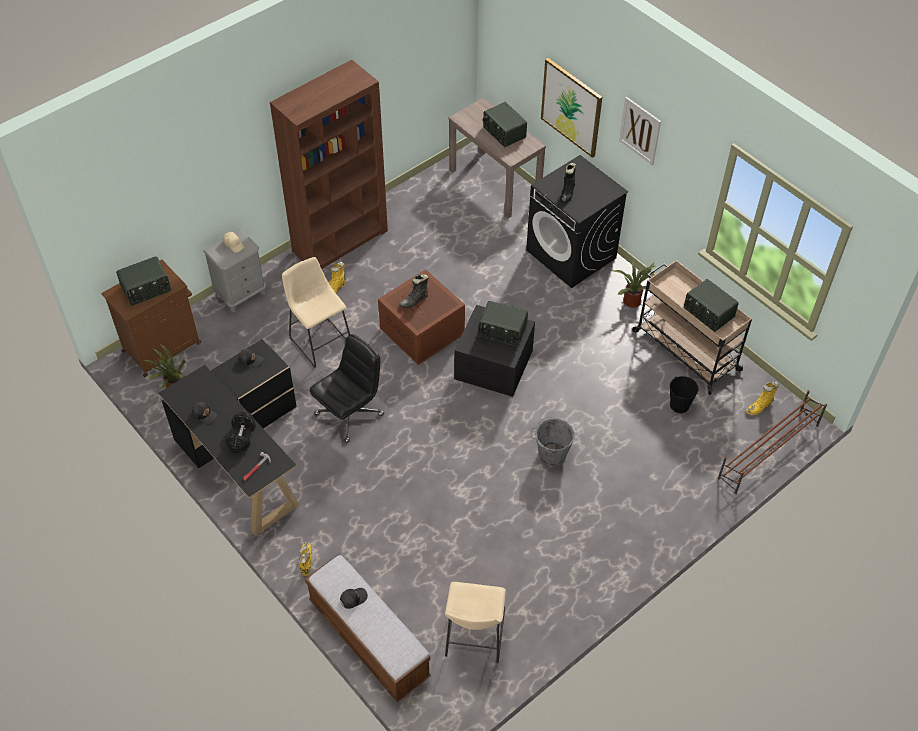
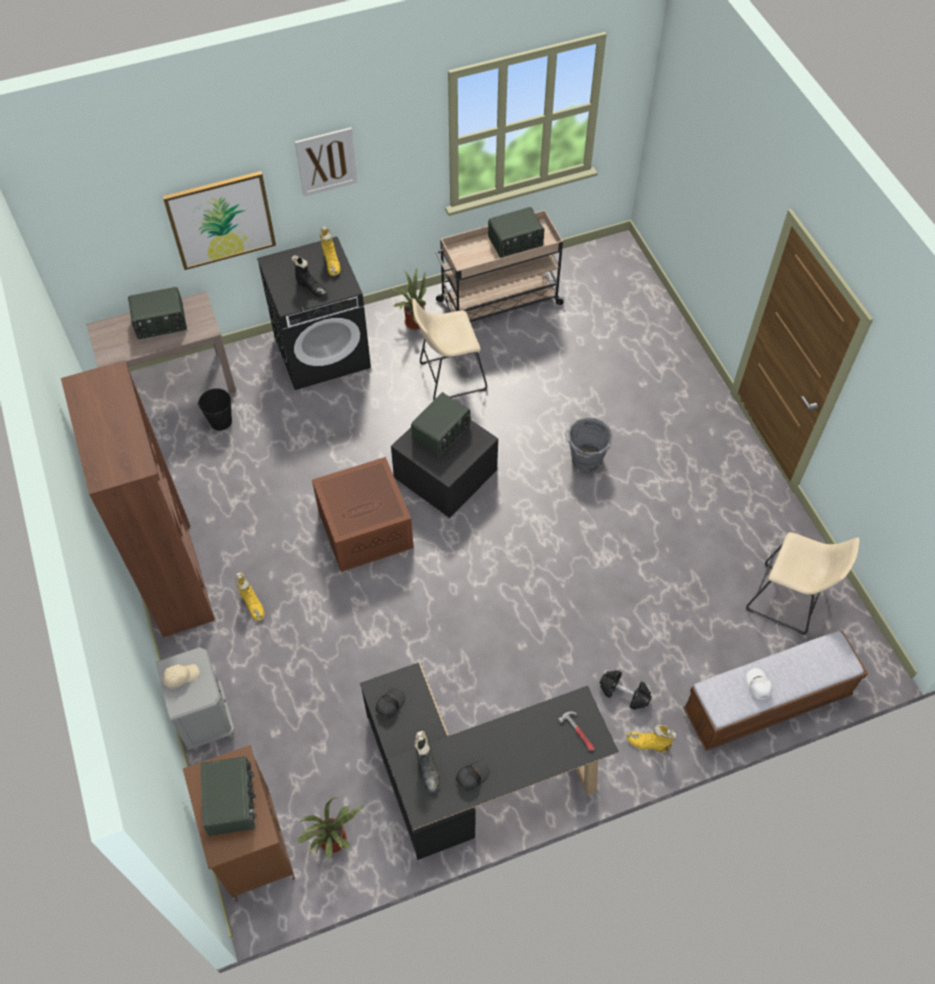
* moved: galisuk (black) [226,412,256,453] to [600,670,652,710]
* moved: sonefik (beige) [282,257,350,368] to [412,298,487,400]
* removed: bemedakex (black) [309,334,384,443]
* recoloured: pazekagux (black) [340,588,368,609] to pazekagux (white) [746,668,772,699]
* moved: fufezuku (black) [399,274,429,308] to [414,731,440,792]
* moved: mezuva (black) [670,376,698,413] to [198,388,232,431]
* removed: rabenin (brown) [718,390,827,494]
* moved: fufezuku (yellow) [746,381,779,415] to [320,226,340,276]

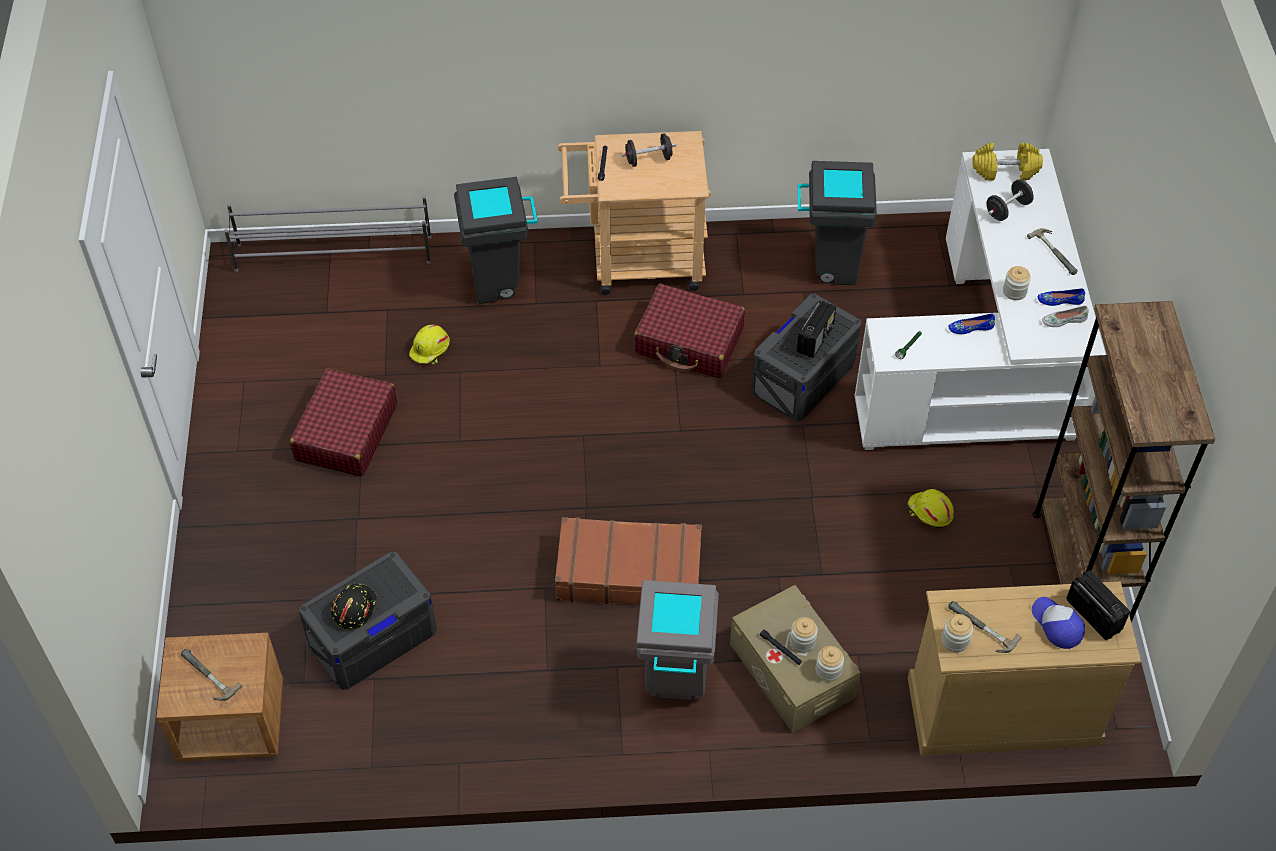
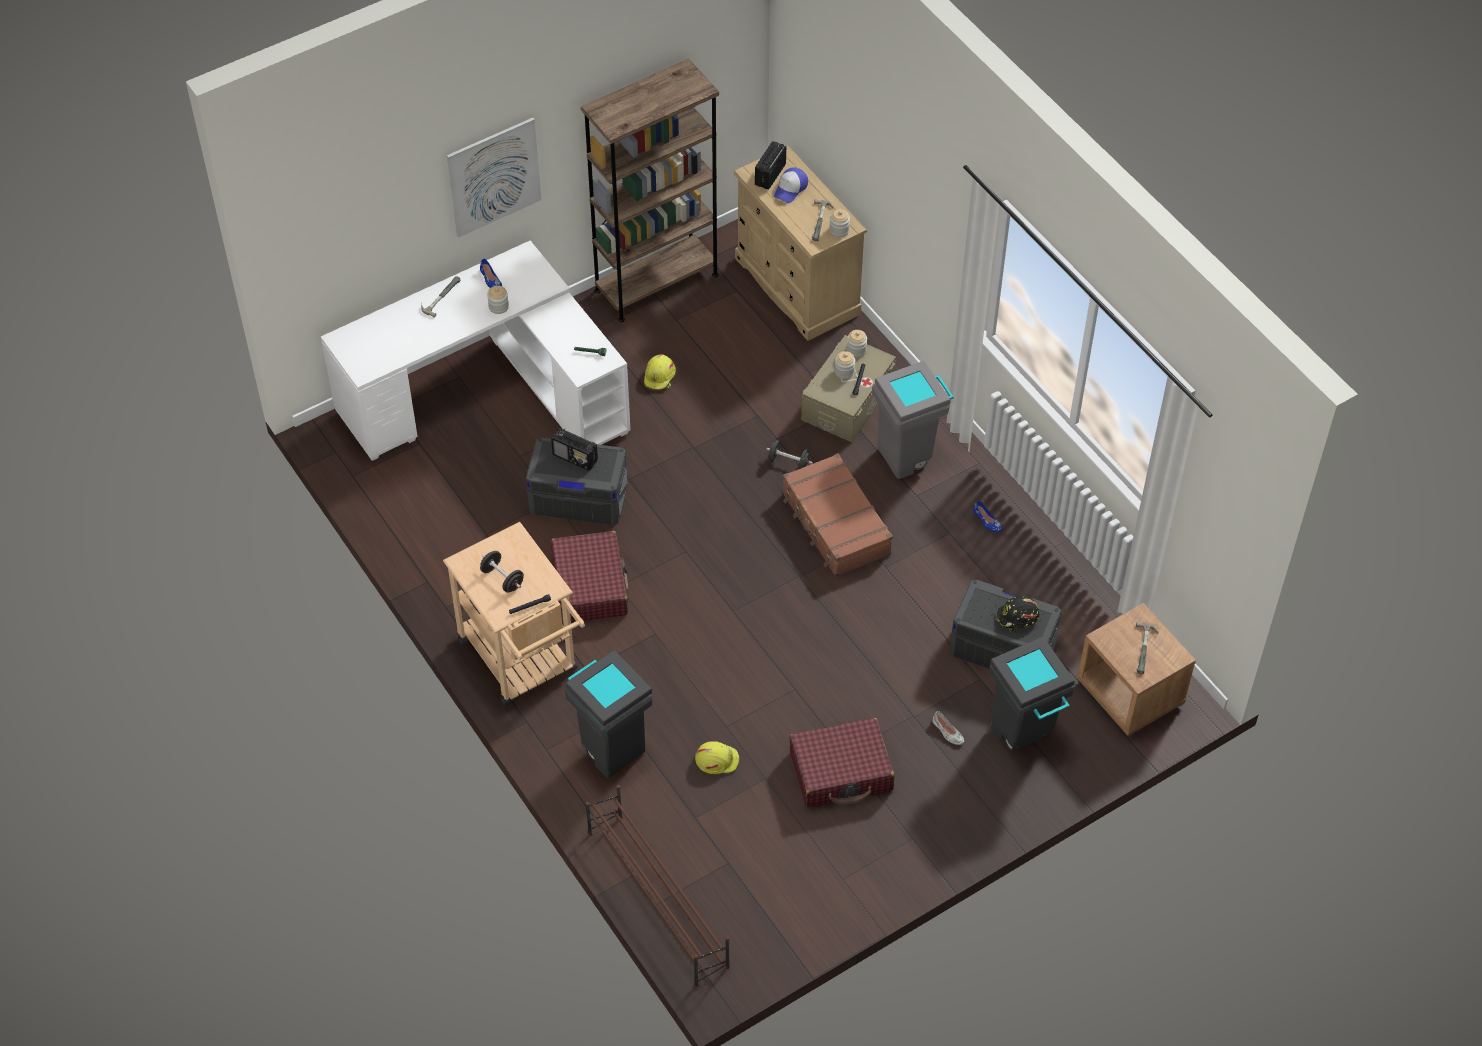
* recoloured: rabenin (grey) [224,196,431,272] to rabenin (brown) [586,785,730,987]
* turned: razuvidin [797,301,836,358] = [551,428,598,471] 150 degrees counterclockwise
* moved: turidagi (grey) [798,161,877,285] to [989,637,1075,751]
* moved: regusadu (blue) [948,314,995,334] to [973,501,1003,532]
* removed: galisuk (yellow) [972,143,1043,181]
* moved: galisuk (black) [987,179,1033,221] to [766,440,813,469]
* moved: regusadu (white) [1042,306,1088,327] to [932,711,964,745]
* added: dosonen [447,118,542,238]

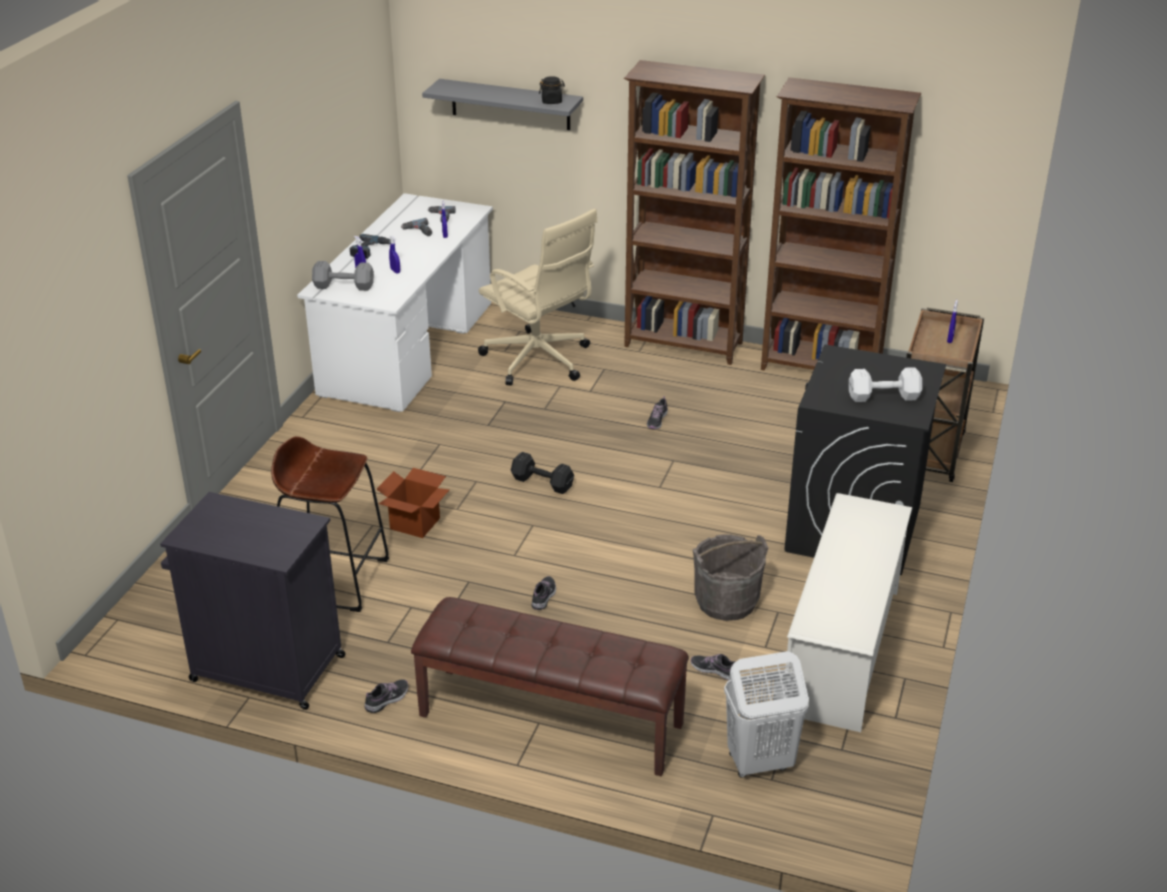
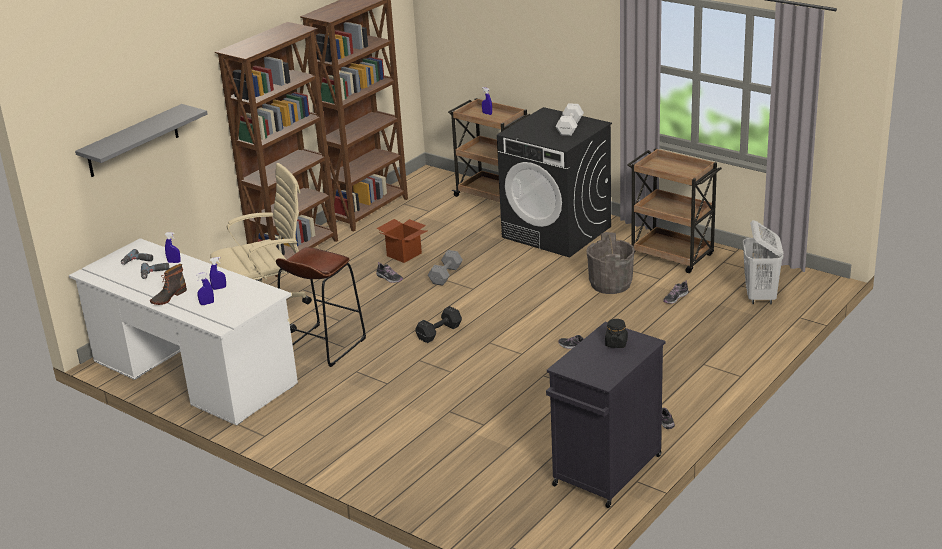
* moved: sonefik (brown) [271,436,389,612] to [276,247,366,367]
* moved: galisuk (grey) [312,261,374,291] to [428,250,463,286]
* replaced: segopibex [350,234,391,259] to fufezuku [150,264,187,305]
* moved: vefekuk [377,468,449,538] to [376,219,427,263]
* removed: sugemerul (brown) [411,597,689,776]
* moved: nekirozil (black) [539,76,565,104] to [605,319,628,348]
* replaced: rabenin (white) [785,493,912,732] to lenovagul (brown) [628,148,722,273]

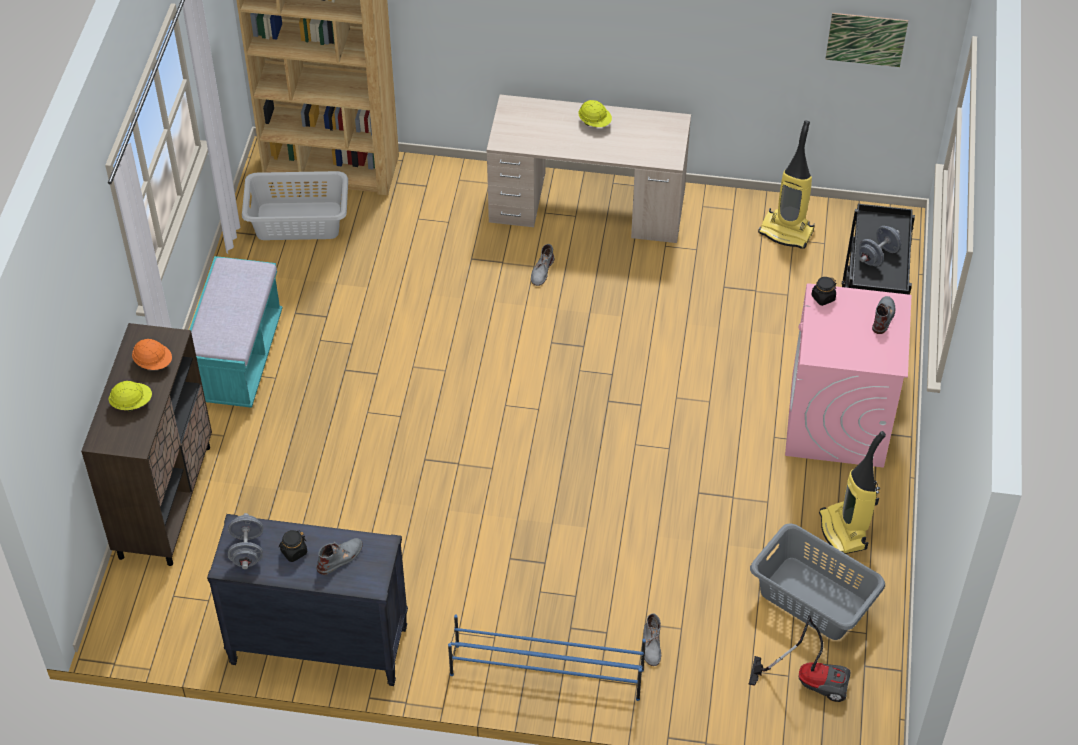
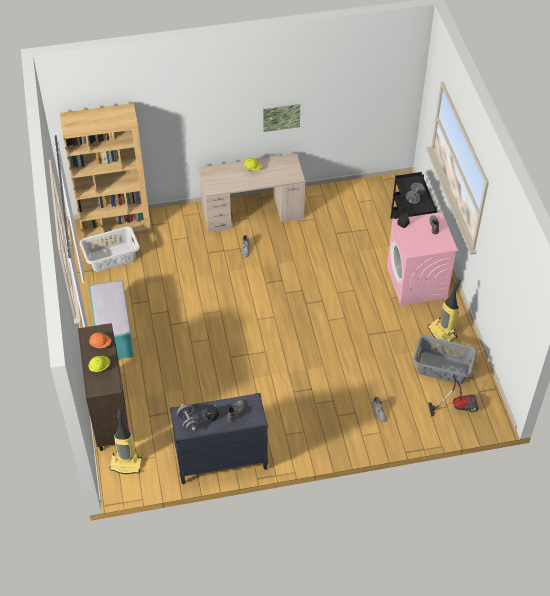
* removed: rabenin (blue) [448,615,646,701]
* moved: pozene [758,120,815,249] to [109,408,142,474]
* moved: dosonen [825,13,908,67] to [263,104,300,132]

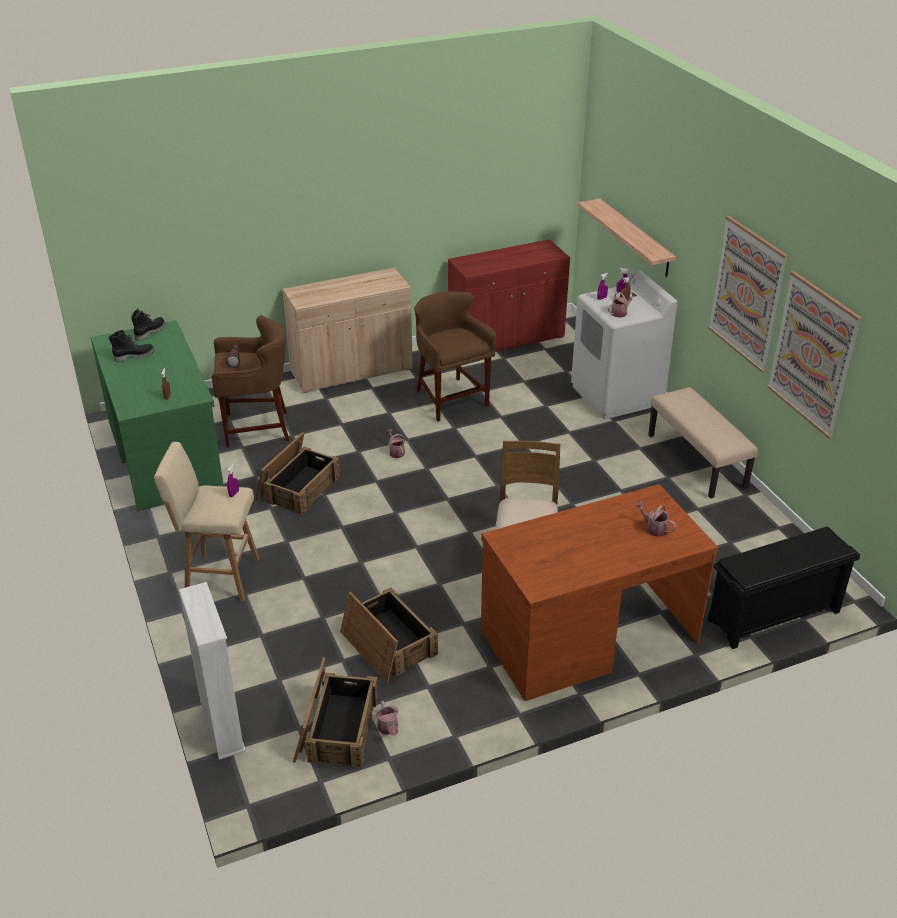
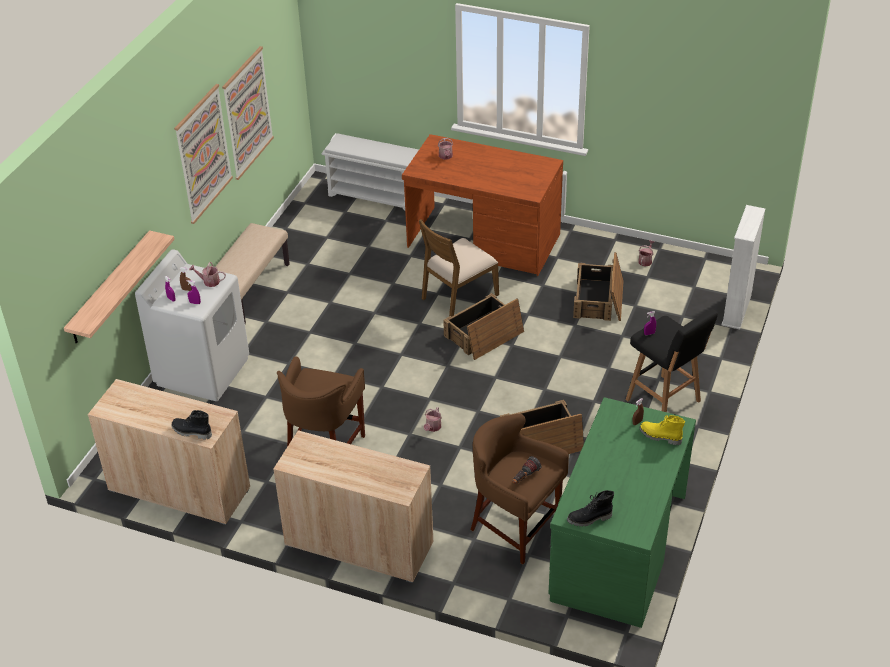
* moved: fufezuku (black) [109,330,155,362] to [172,410,212,440]
* recoloured: sonefik (beige) [154,442,259,601] to sonefik (black) [626,309,718,412]
* moved: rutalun [293,657,378,768] to [443,293,524,360]
* recoloured: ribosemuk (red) [448,239,570,352] to ribosemuk (beige) [88,379,250,525]
* recoloured: rabenin (black) [708,526,860,649] to rabenin (white) [321,133,419,210]
* added: fufezuku (yellow) [639,415,685,445]

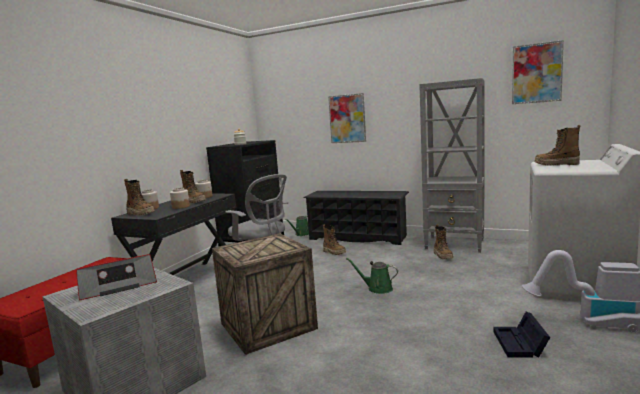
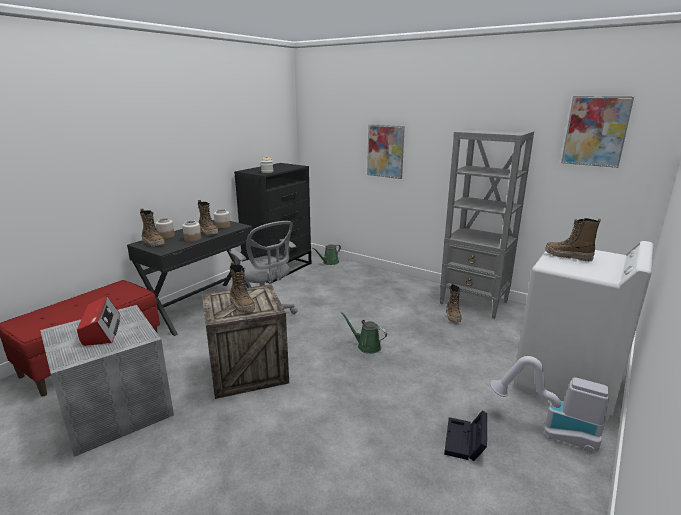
* turned: razuvidin [76,254,157,300] = [77,296,120,346] 90 degrees counterclockwise
* removed: rabenin (black) [303,191,409,245]
* moved: fufezuku [323,224,346,255] to [230,262,255,313]

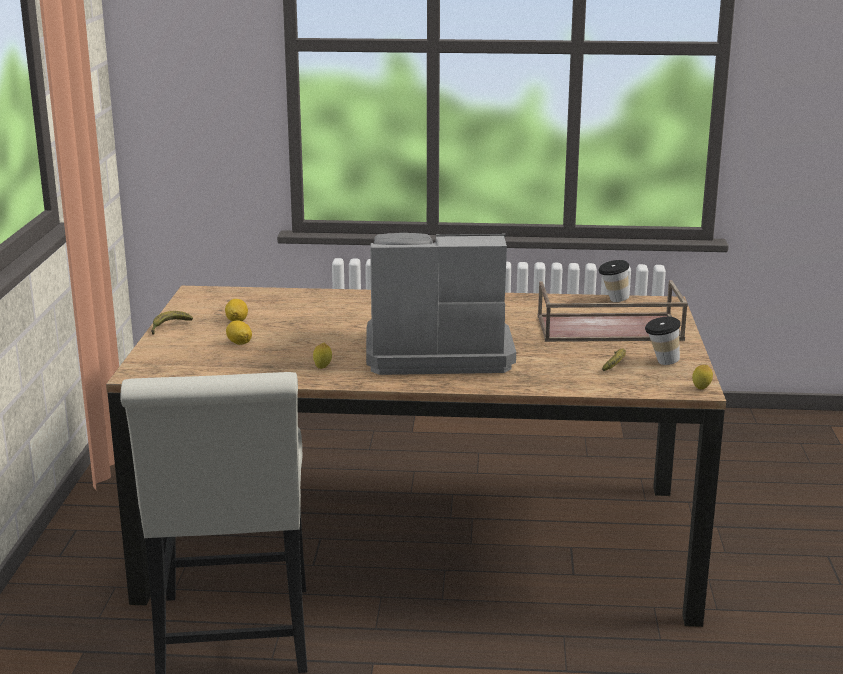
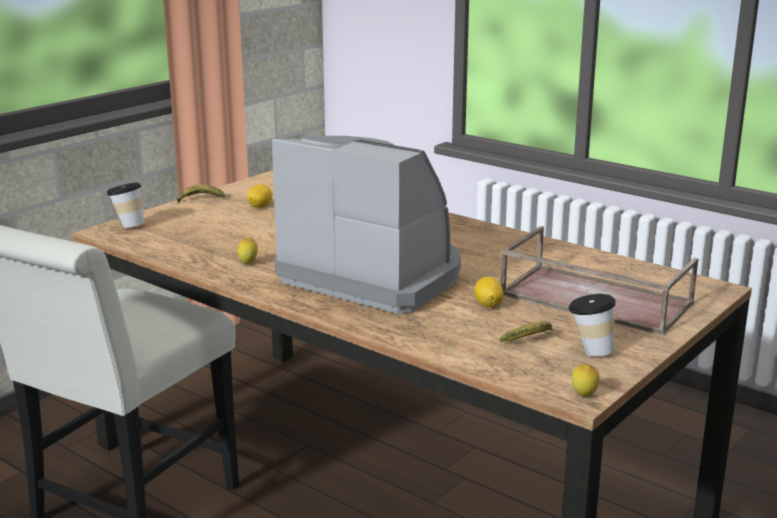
* moved: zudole [226,320,252,345] to [474,277,504,307]
* moved: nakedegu [598,260,629,302] to [107,182,144,228]

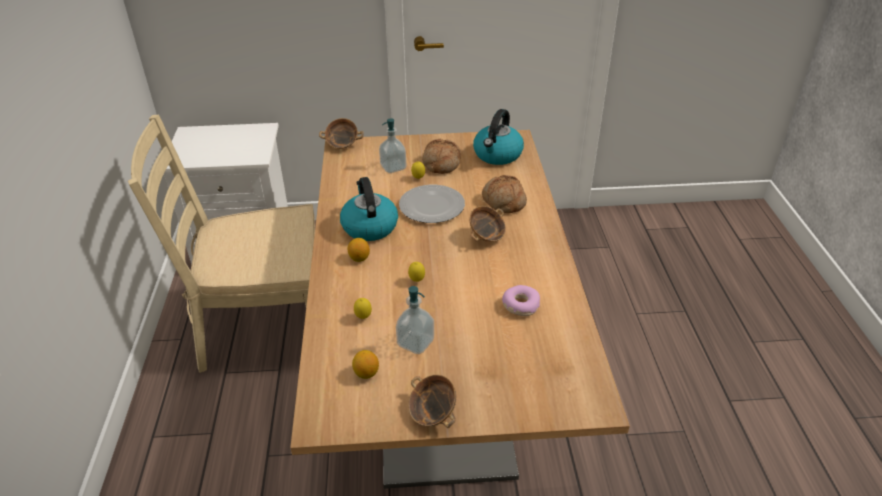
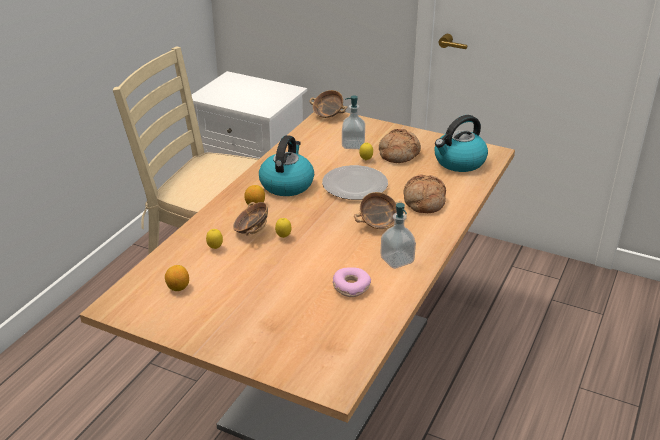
* moved: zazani [396,286,434,354] to [380,203,416,269]
* moved: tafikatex [408,375,456,428] to [233,202,268,236]

